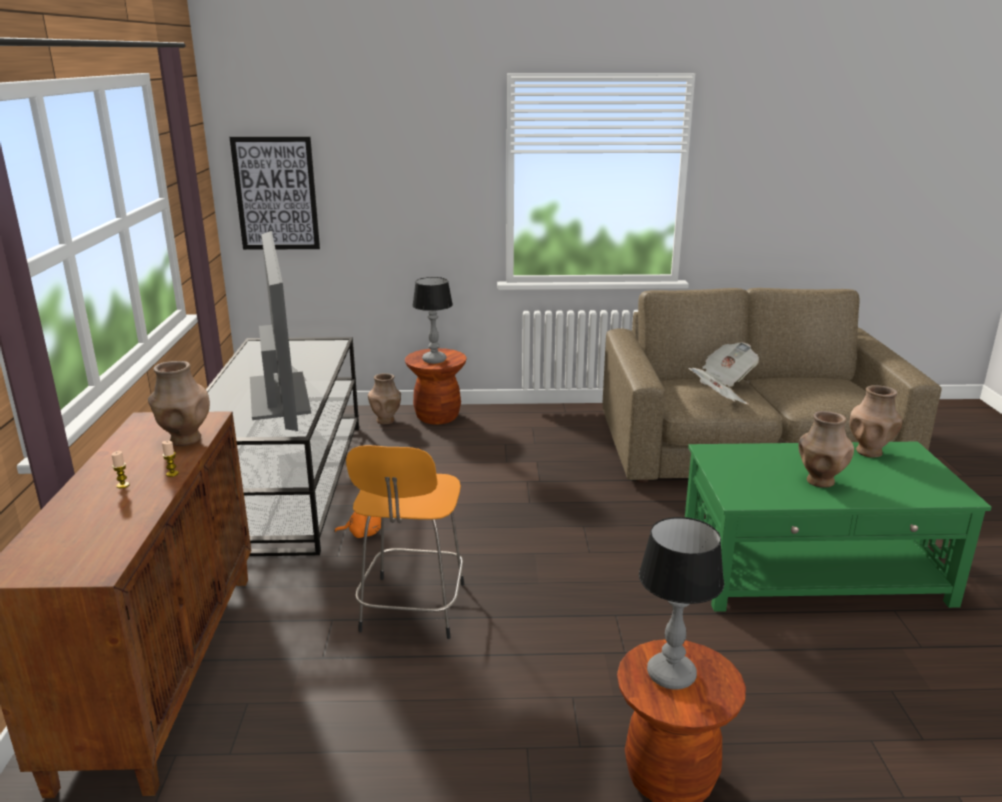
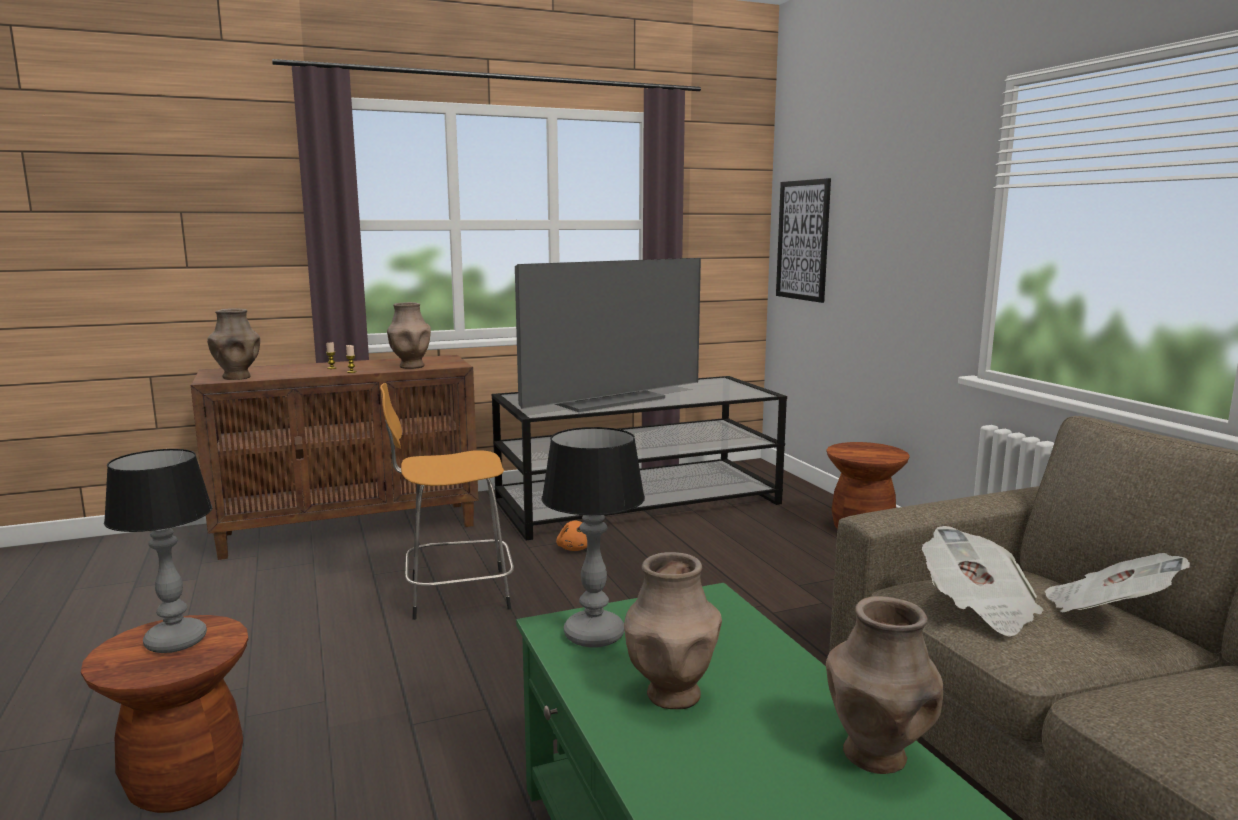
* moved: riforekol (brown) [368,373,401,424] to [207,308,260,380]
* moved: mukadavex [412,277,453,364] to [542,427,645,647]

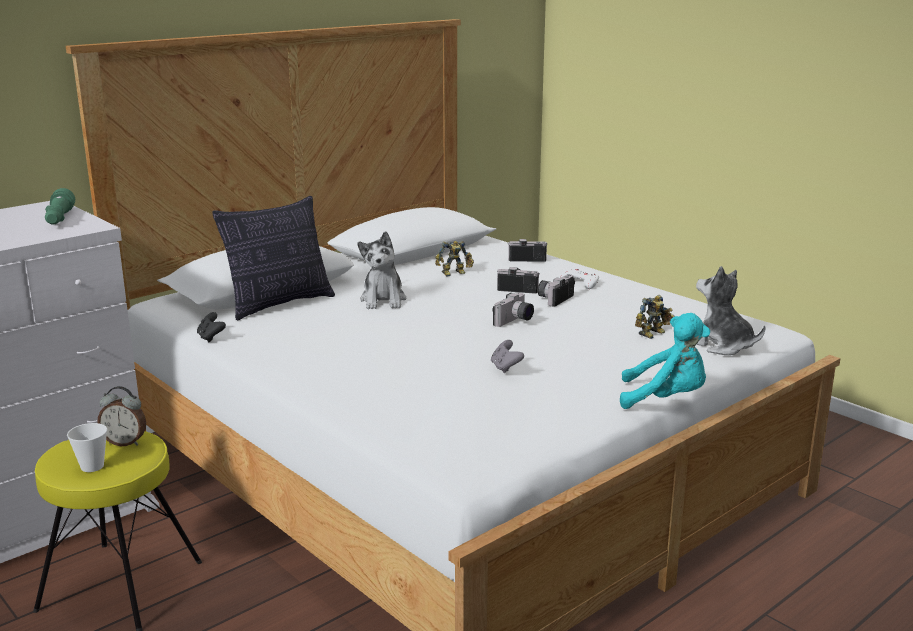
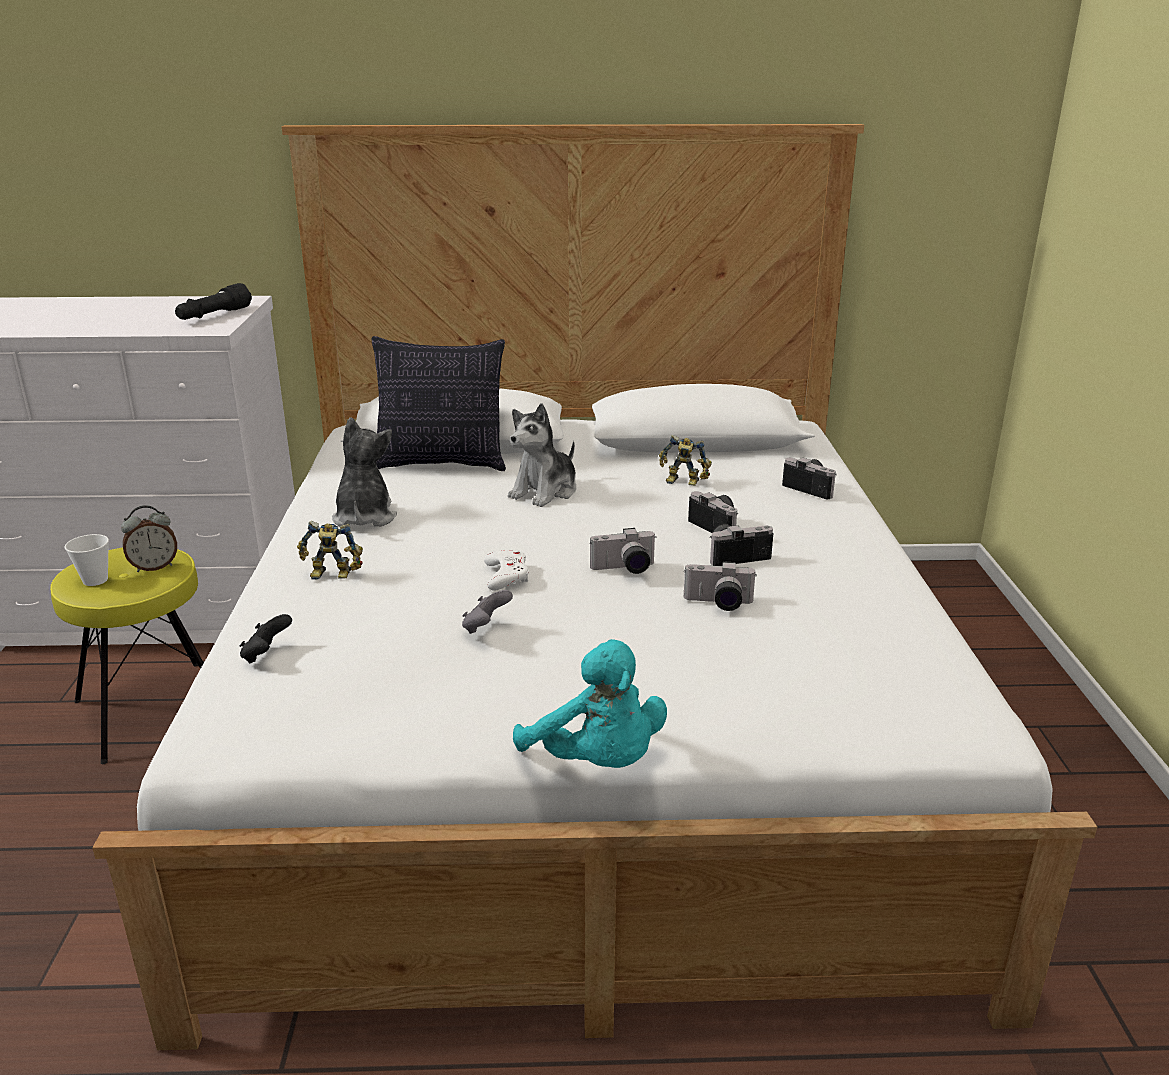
* recoloured: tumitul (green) [45,188,75,225] to tumitul (black) [175,283,252,320]
* turned: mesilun [97,386,146,446] = [121,505,177,572] 75 degrees counterclockwise
* moved: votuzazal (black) [197,312,226,342] to [240,614,292,664]
* moved: votuzazal (white) [559,268,599,289] to [484,550,529,591]
* moved: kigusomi [635,295,675,339] to [297,521,363,580]
* moved: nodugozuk [696,266,766,355] to [332,417,397,527]
* added: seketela [684,561,757,611]

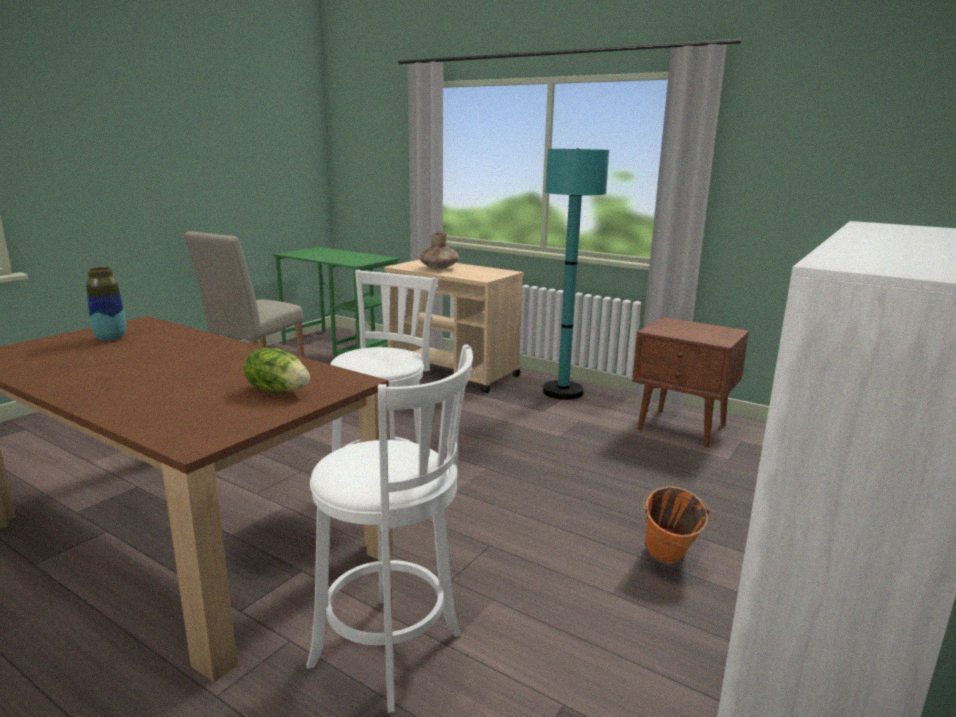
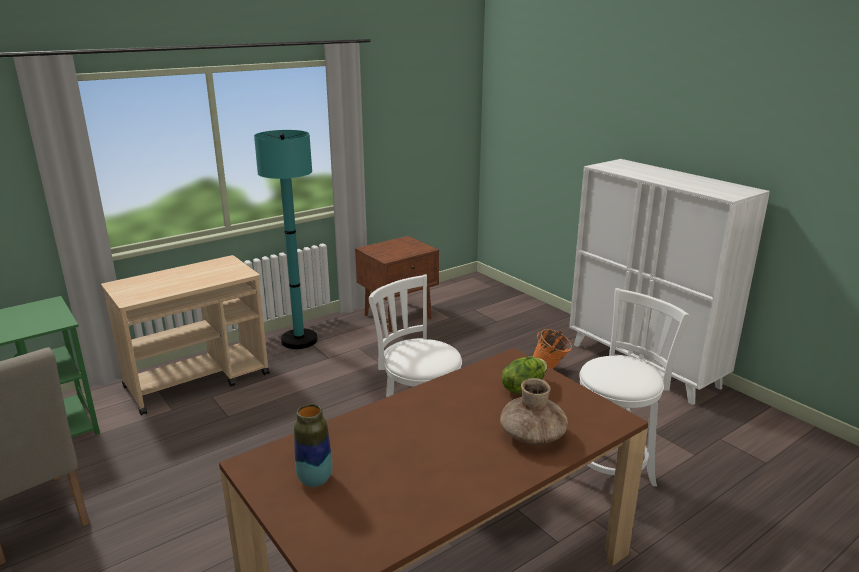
* moved: riforekol (brown) [419,232,459,269] to [500,378,568,444]

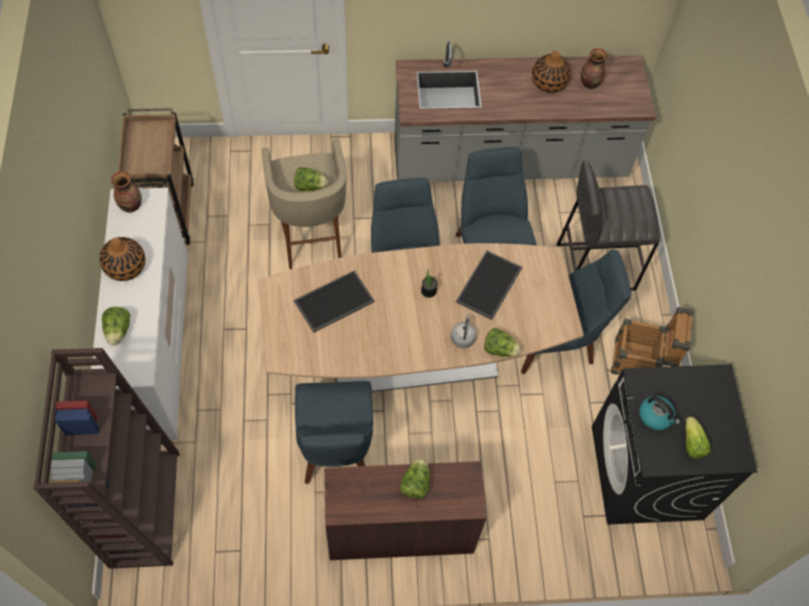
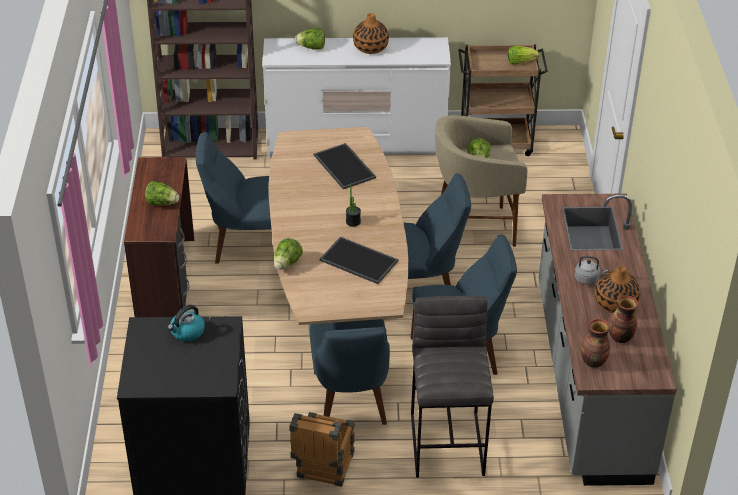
* moved: riforekol [111,171,142,213] to [581,319,610,368]
* moved: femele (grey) [451,314,476,348] to [574,256,608,285]
* moved: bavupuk [686,417,711,459] to [508,46,539,65]

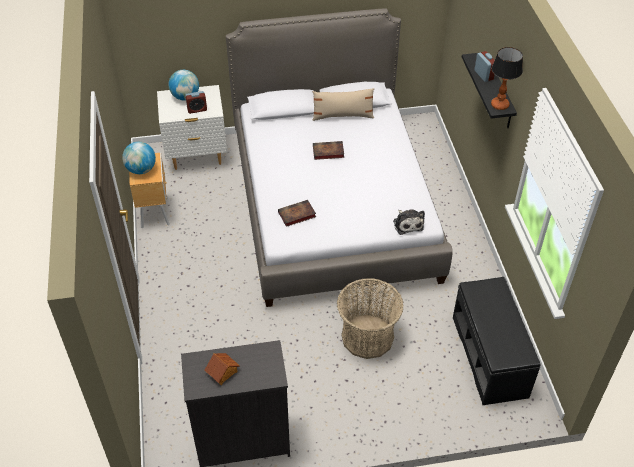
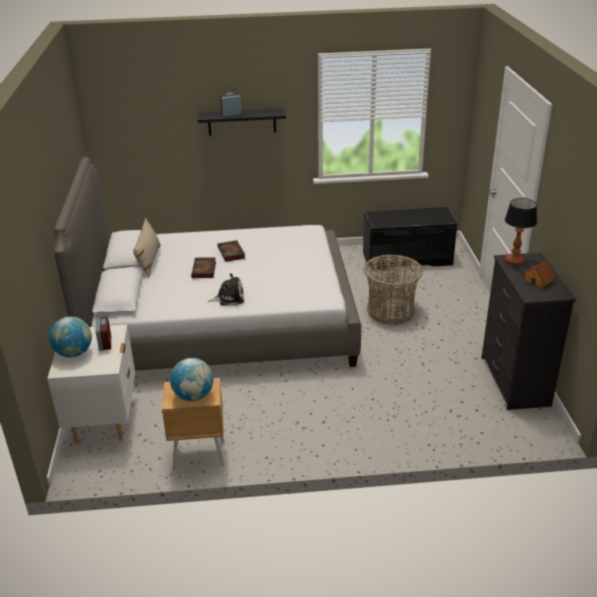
* moved: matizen [278,200,316,227] to [217,240,245,262]
* moved: nodugozuk [393,209,425,235] to [208,273,244,306]
* moved: mukadavex [491,47,523,110] to [505,198,537,265]

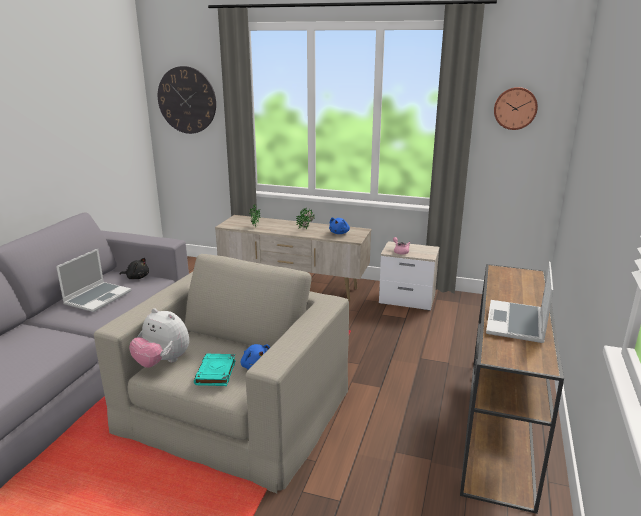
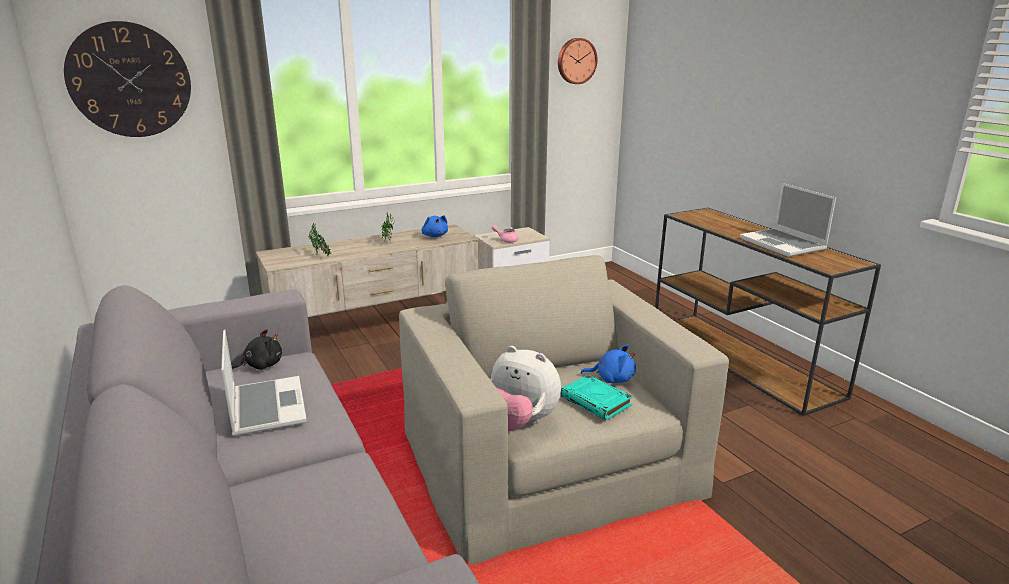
* turned: nodugozuk [129,308,189,368] = [490,346,561,431] 45 degrees clockwise

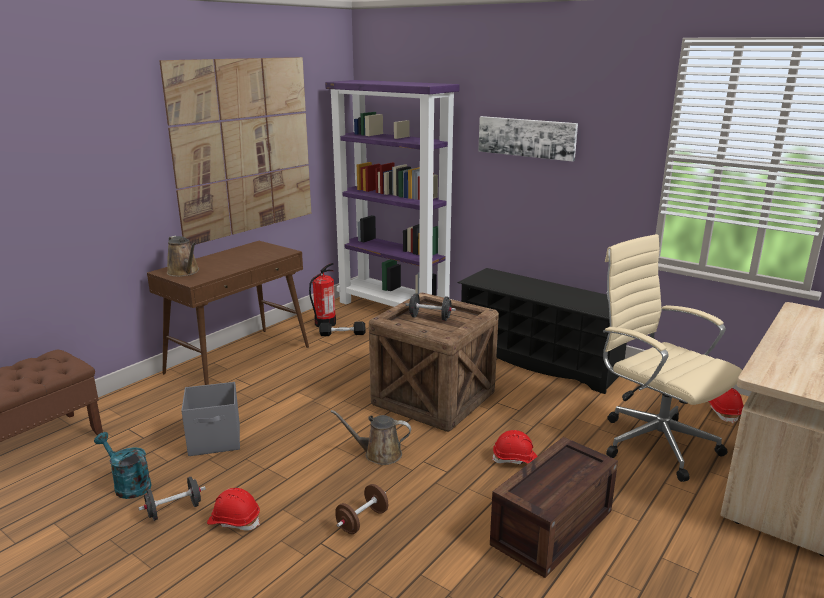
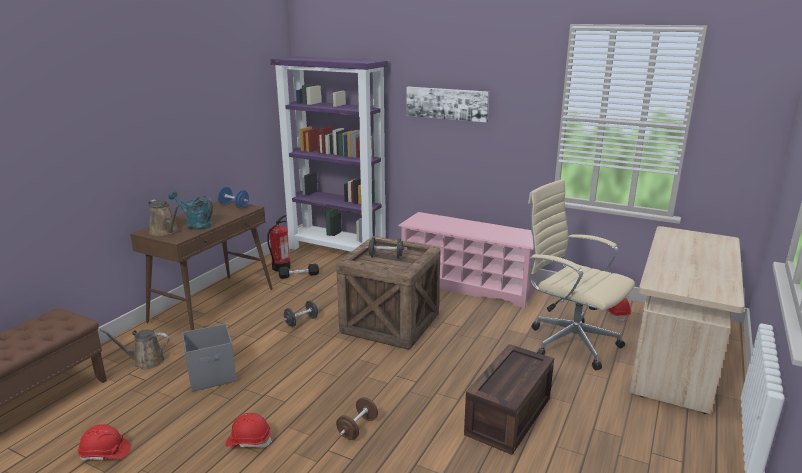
* moved: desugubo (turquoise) [94,432,152,499] to [168,191,213,230]
* moved: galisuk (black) [138,477,206,521] to [283,301,319,327]
* removed: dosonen [159,57,311,246]
* moved: desugubo (brown) [331,410,411,465] to [100,329,170,369]
* recoloured: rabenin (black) [458,268,627,394] to rabenin (pink) [398,212,536,308]
* moved: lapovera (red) [492,430,538,464] to [78,424,131,460]
* added: galisuk (blue) [218,187,249,208]

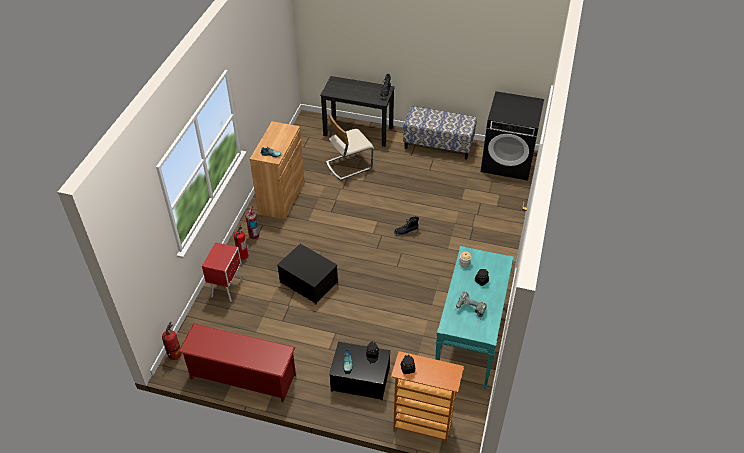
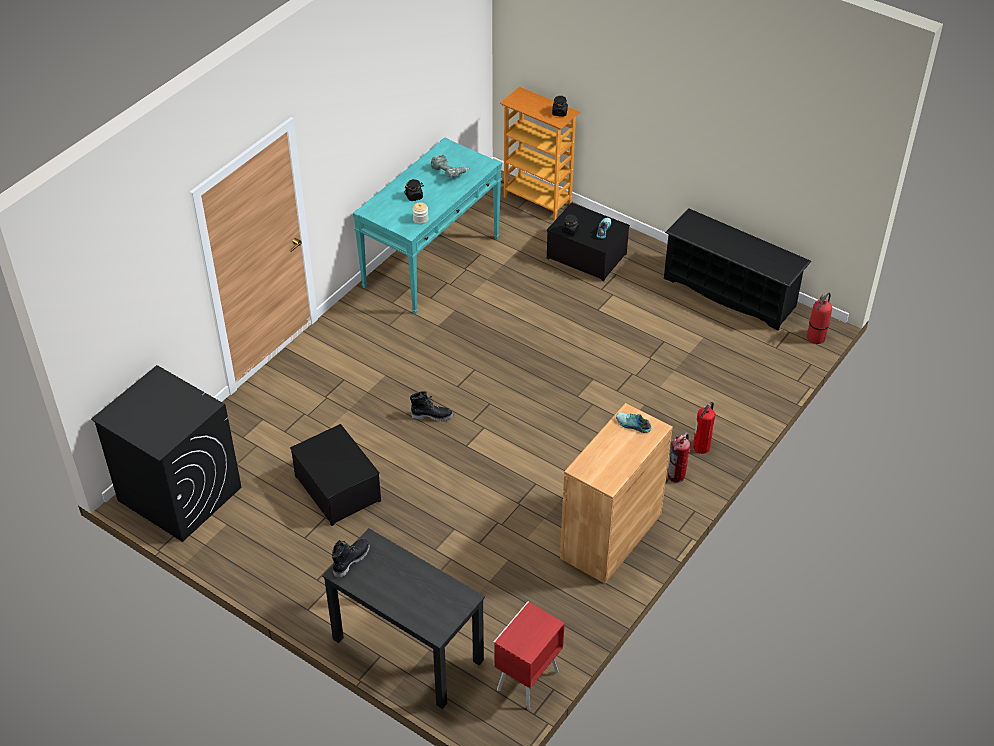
* recoloured: rabenin (red) [178,324,296,402] to rabenin (black) [664,208,811,331]
* moved: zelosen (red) [202,242,242,302] to [493,602,565,709]
* moved: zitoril [277,244,338,304] to [290,424,381,526]
* removed: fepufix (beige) [326,114,374,181]
* removed: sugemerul [403,106,477,160]

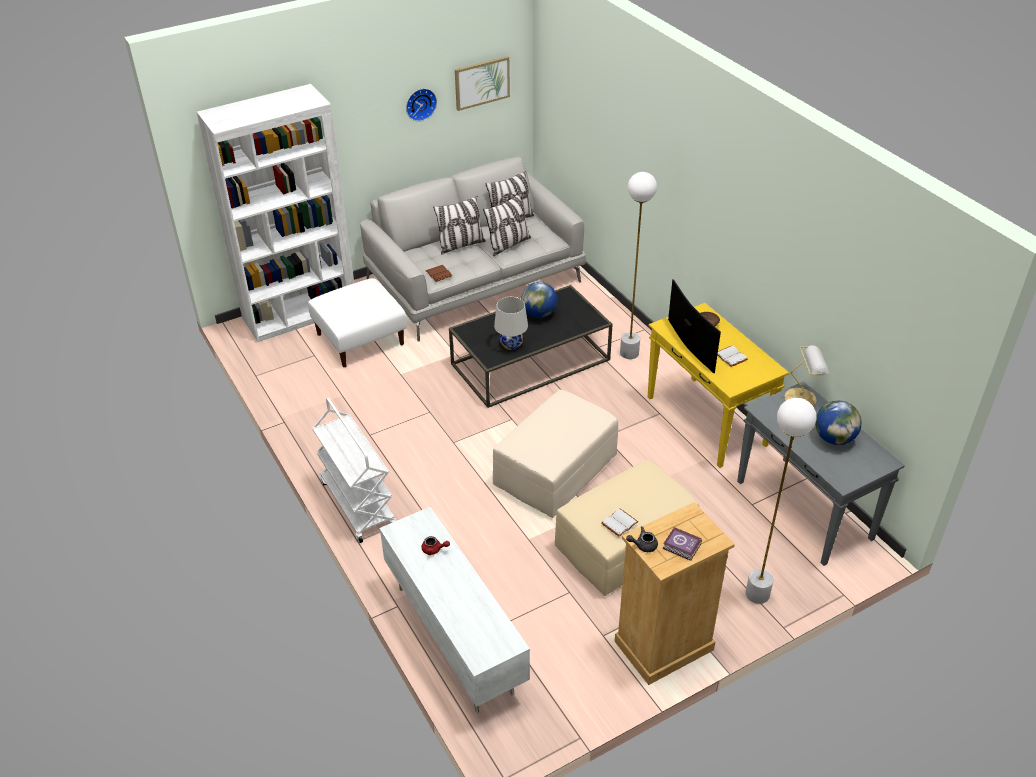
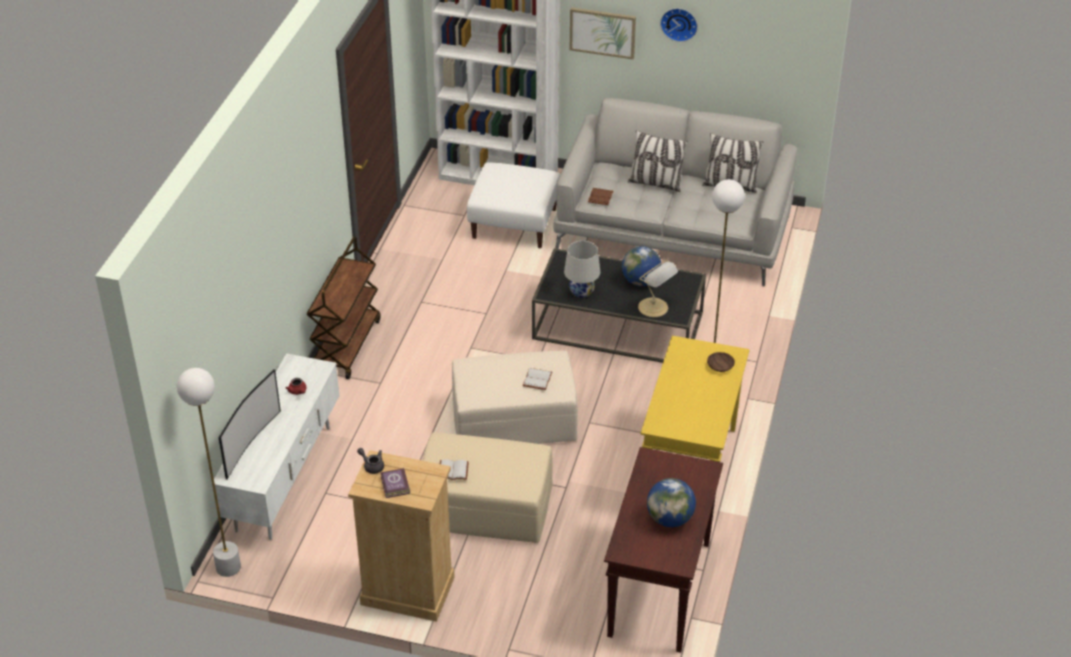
* recoloured: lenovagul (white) [312,398,395,543] to lenovagul (brown) [307,237,380,379]
* moved: dosonen [455,56,510,111] to [570,7,636,59]
* removed: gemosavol [483,193,531,256]
* moved: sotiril [668,279,721,373] to [219,369,281,479]
* moved: matizen (white) [718,346,748,367] to [523,368,552,390]
* recoloured: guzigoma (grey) [737,381,905,566] to guzigoma (brown) [604,447,723,653]
* moved: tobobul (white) [746,398,816,604] to [177,368,241,577]
* moved: mukadavex [785,345,829,406] to [638,260,678,317]

